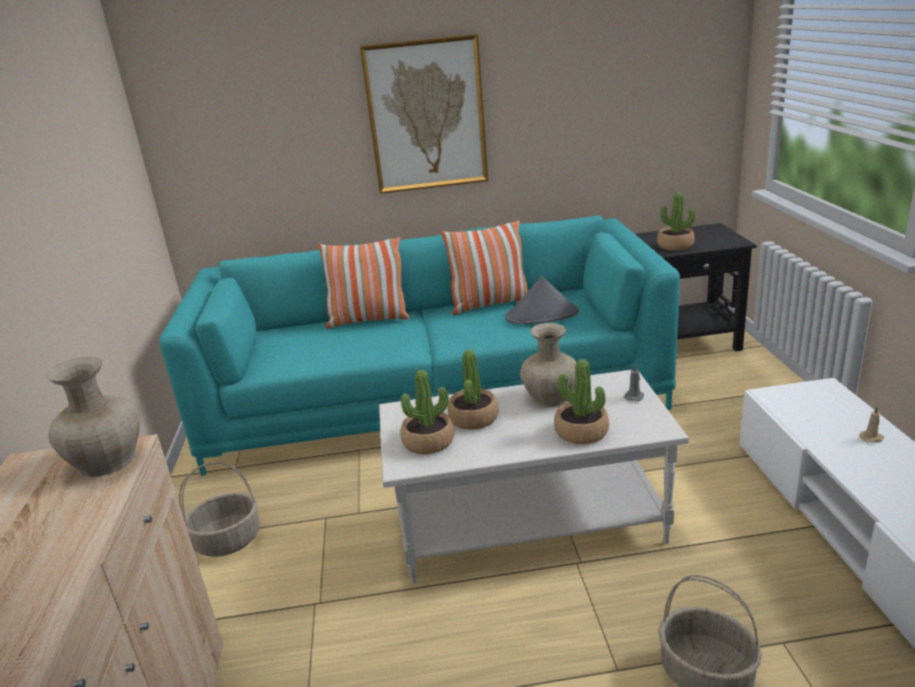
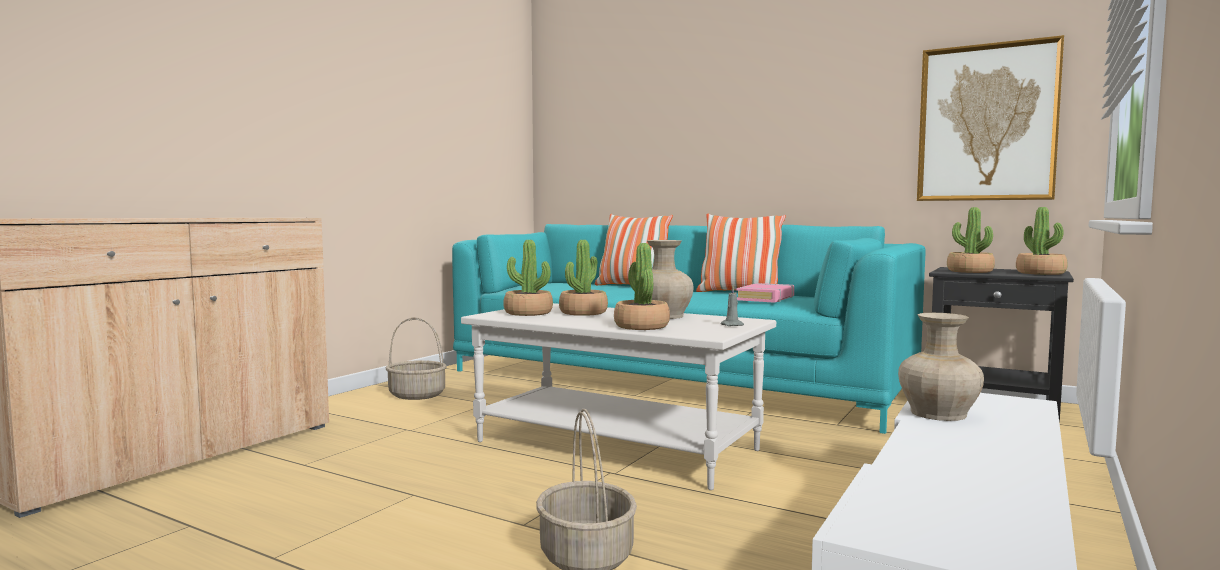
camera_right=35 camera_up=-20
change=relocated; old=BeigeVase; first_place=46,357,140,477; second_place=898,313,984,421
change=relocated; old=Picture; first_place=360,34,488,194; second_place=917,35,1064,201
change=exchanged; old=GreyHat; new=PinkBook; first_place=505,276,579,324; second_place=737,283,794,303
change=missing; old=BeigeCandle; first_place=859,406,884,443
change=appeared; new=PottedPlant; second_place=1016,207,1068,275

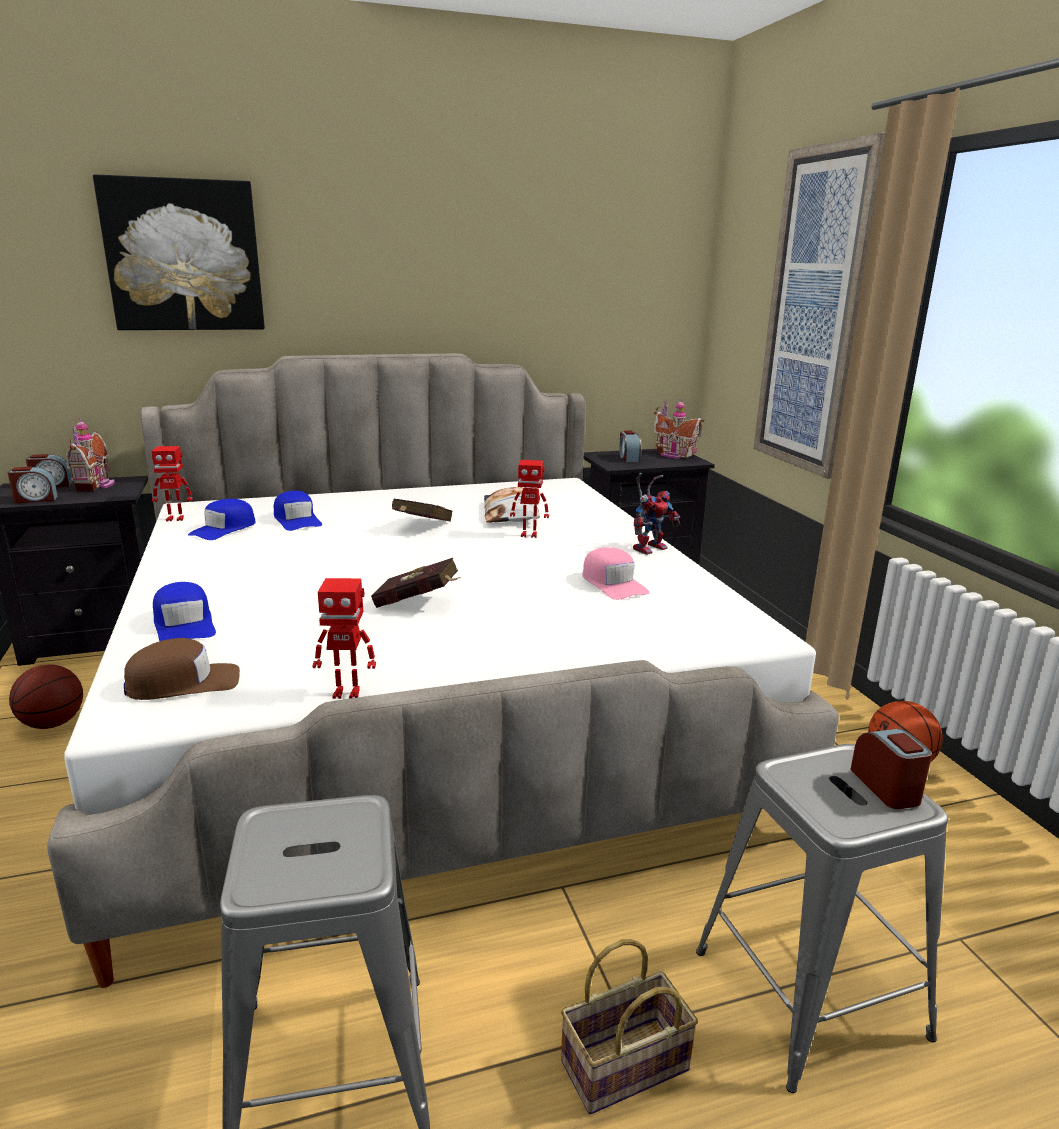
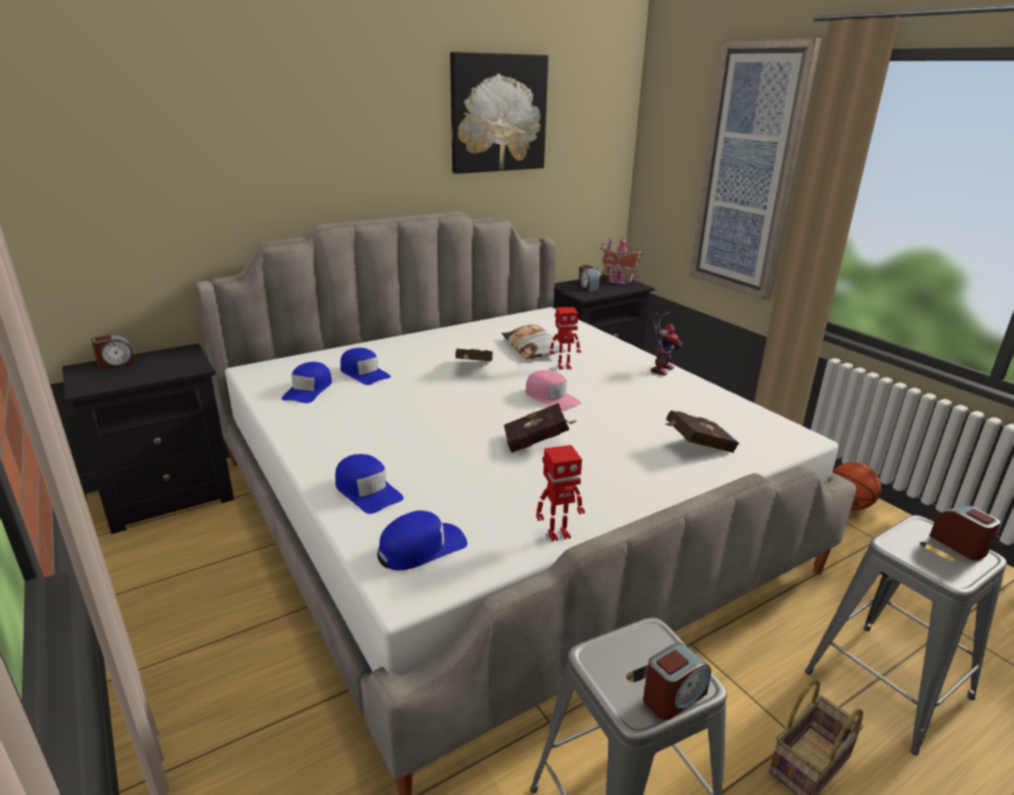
camera_right=-15 camera_up=5
change=relocated; old=AlarmClock; first_place=8,467,58,503; second_place=643,643,711,720
change=missing; old=Basketball; first_place=9,665,83,729
change=missing; old=ToyHouse; first_place=66,418,115,491
change=relocated; old=Picture; first_place=93,174,265,330; second_place=450,52,548,174
change=colour; old=BrownCap; new=BlueCap; first_place=124,638,240,700; second_place=378,510,467,571
change=missing; old=ToyRobot; first_place=151,446,193,521
change=relocated; old=PinkCap; first_place=582,547,650,600; second_place=525,370,581,411
change=appeared; new=RedBook; second_place=666,410,739,453

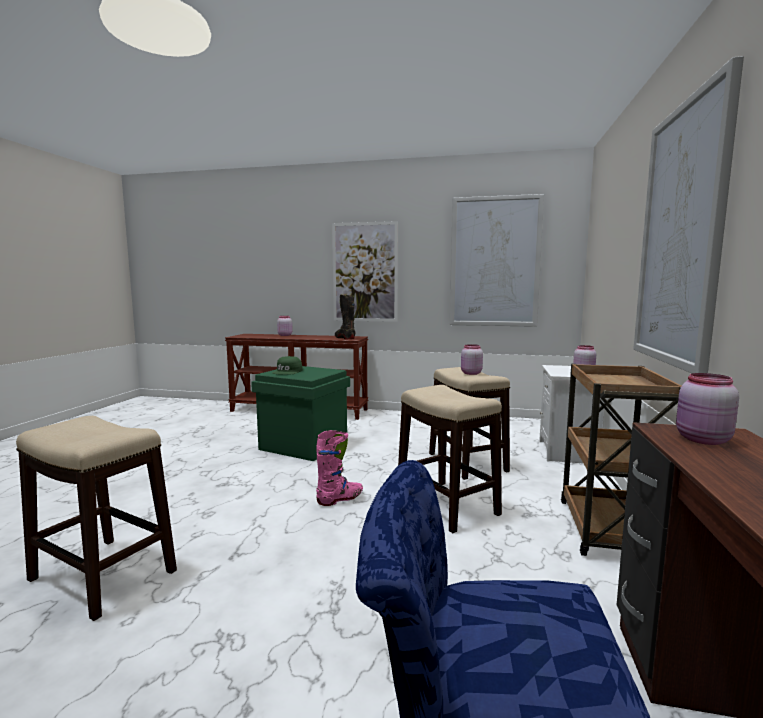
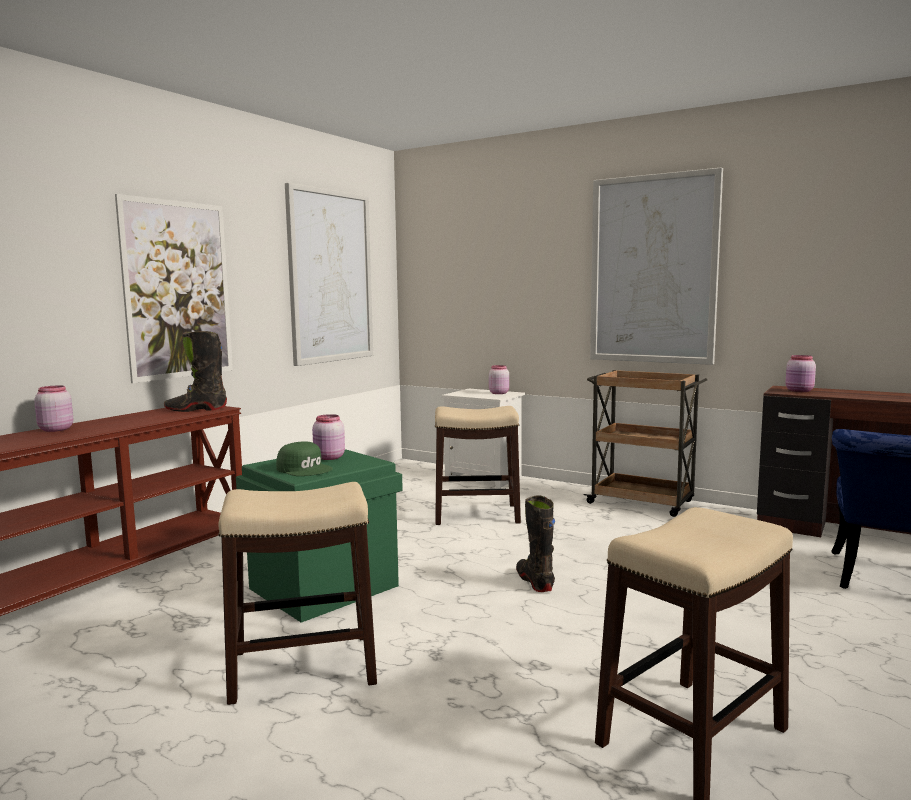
camera_right=-70 camera_up=0
change=colour; old=PinkBoot; new=BlackBoot; first_place=316,430,363,506; second_place=516,496,555,592
change=relocated; old=Stool; first_place=398,385,502,533; second_place=218,482,377,705
change=relocated; old=PinkJar; first_place=461,344,483,375; second_place=312,414,345,460

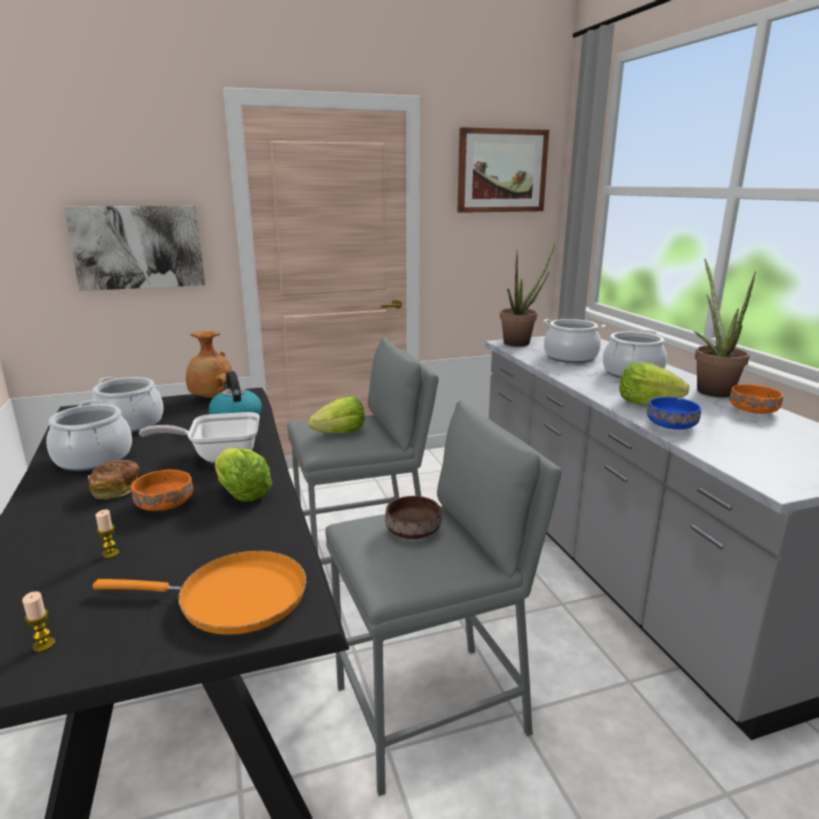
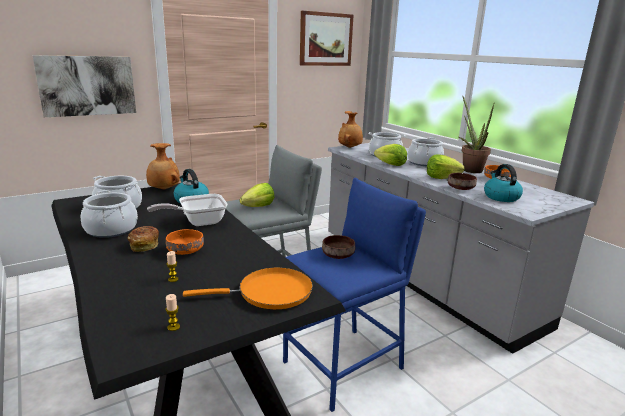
camera_right=-15 camera_up=0
change=relocated; old=Lettuce; first_place=215,448,272,502; second_place=374,144,407,166
change=colour; old=GreyStool; new=BlueStool; first_place=325,400,562,796; second_place=283,178,426,412
change=exchanged; old=PottedPlant; new=BrownVase; first_place=500,243,555,347; second_place=338,111,363,148
change=colour; old=BlueBowl; new=BrownBowl; first_place=647,397,701,430; second_place=448,173,477,190
change=appeared; new=Kettle; second_place=484,164,523,202

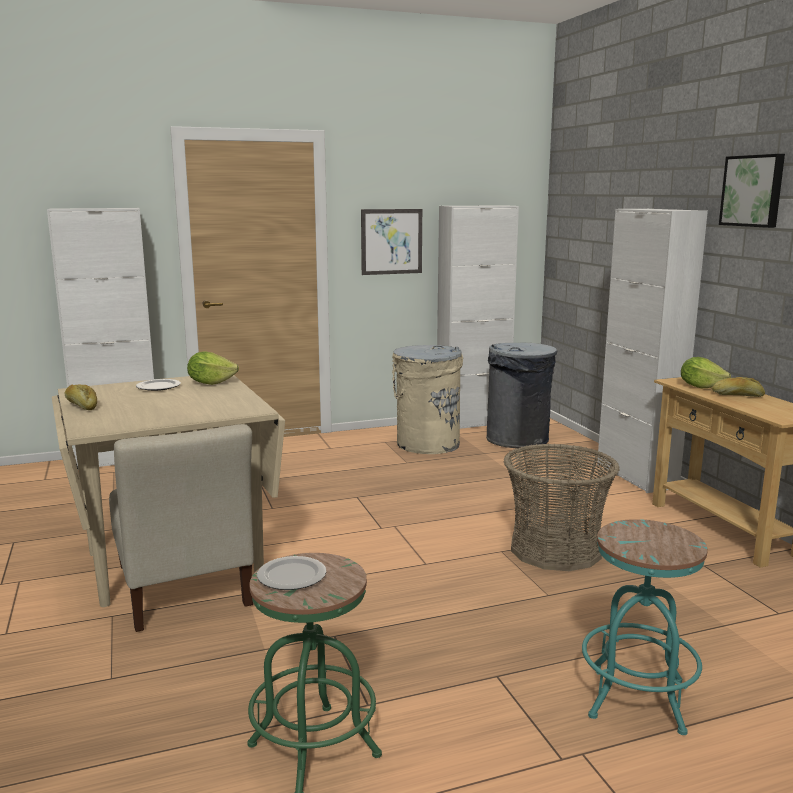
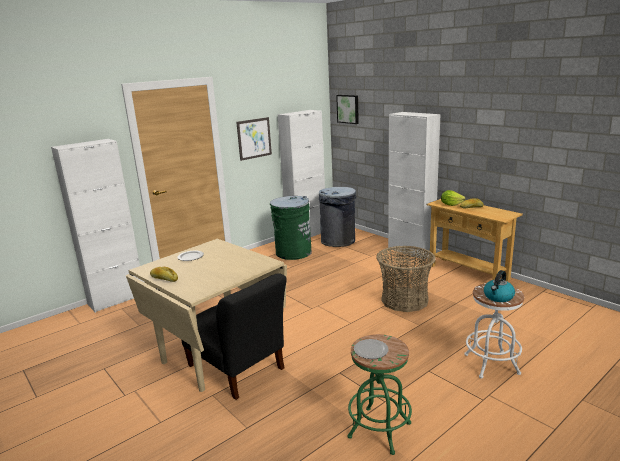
camera_right=-20 camera_up=5
change=colour; old=BeigeChair; new=BlackChair; first_place=109,424,254,632; second_place=182,273,287,400
change=missing; old=Lettuce; first_place=187,351,239,385
change=colour; old=BeigeTrashCan; new=GreenTrashCan; first_place=392,345,463,454; second_place=270,196,312,260
change=colour; old=TurquoiseStool; new=WhiteStool; first_place=582,519,708,735; second_place=464,283,524,379
change=relocated; old=Picture; first_place=719,154,785,228; second_place=336,95,359,124
change=appeared; new=Kettle; second_place=484,270,515,302

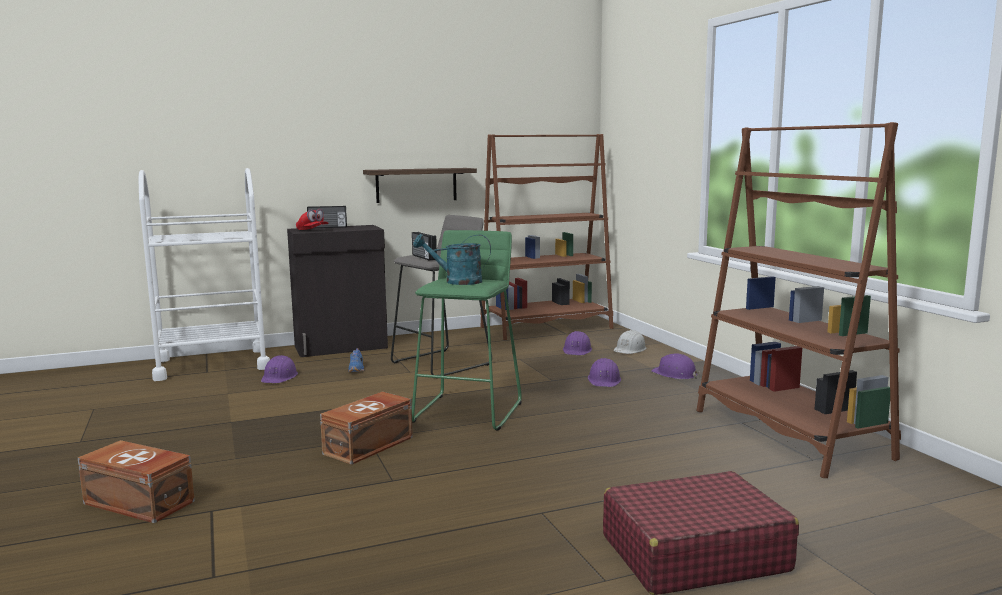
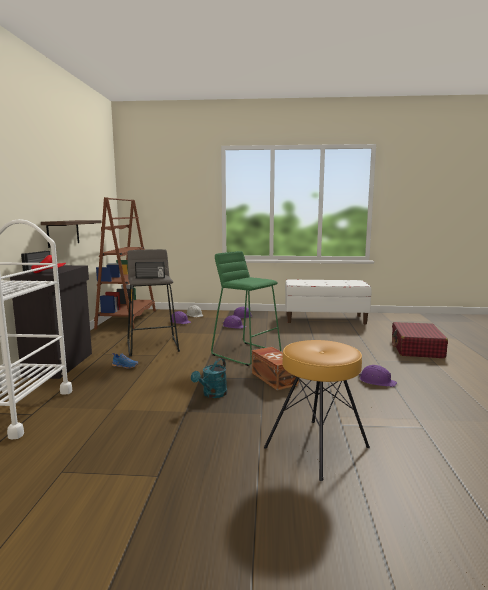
camera_right=-65 camera_up=0
change=exchanged; old=BrownStorageBox; new=BrownStool; first_place=78,440,195,523; second_place=264,340,370,481
change=relocated; old=PurpleHardHat; first_place=261,355,298,383; second_place=358,365,397,387
change=relocated; old=TurquoiseWateringCan; first_place=413,234,491,285; second_place=191,358,227,398
change=exchanged; old=BrownBookcase; new=WhiteBench; first_place=696,122,901,478; second_place=285,279,372,324

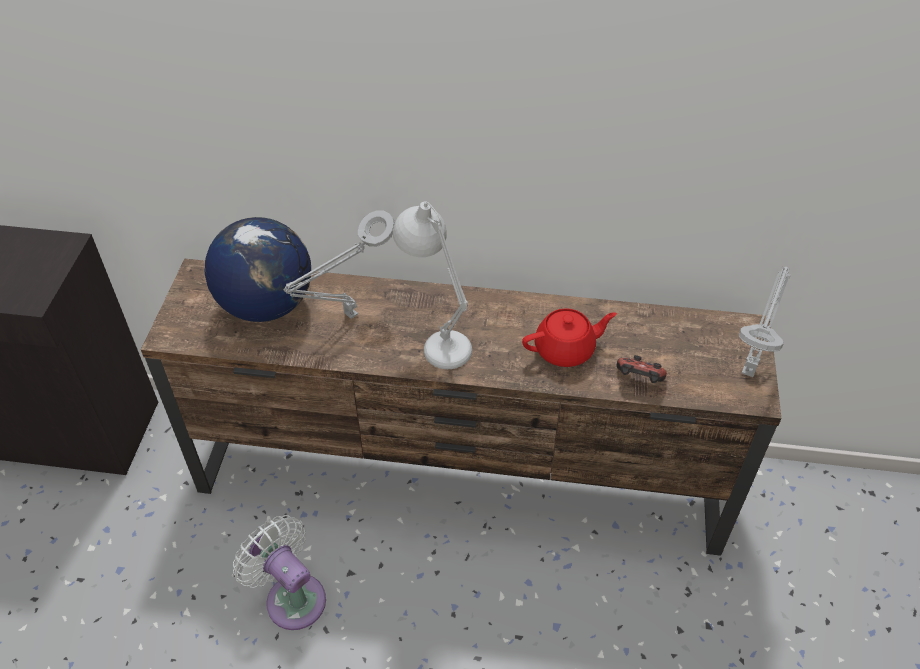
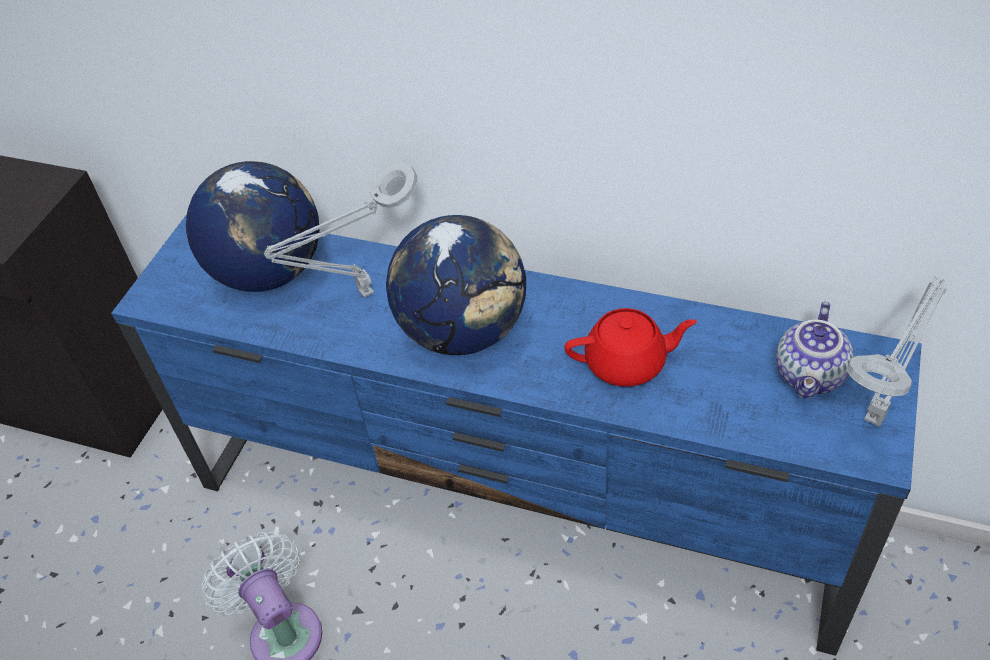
camera_right=15 camera_up=0
change=colour; old=BrownTvStand; new=BlueTvStand; first_place=141,259,782,556; second_place=111,214,922,656
change=exchanged; old=WhiteTableLamp; new=Globe; first_place=393,201,472,369; second_place=386,215,526,355
change=missing; old=GameController; first_place=617,355,667,383
change=appeared; new=Teapot; second_place=776,302,853,399

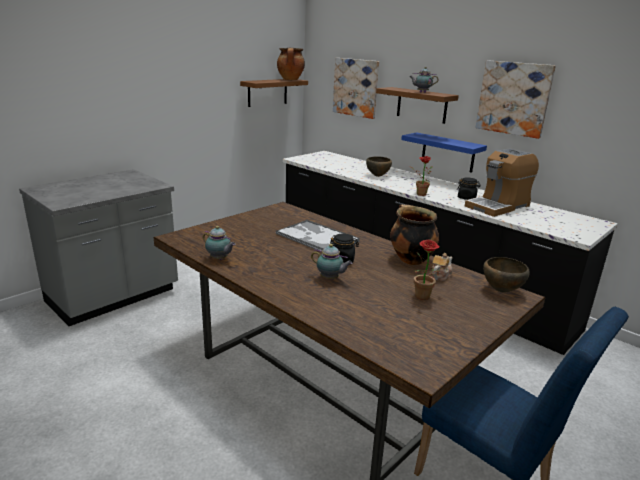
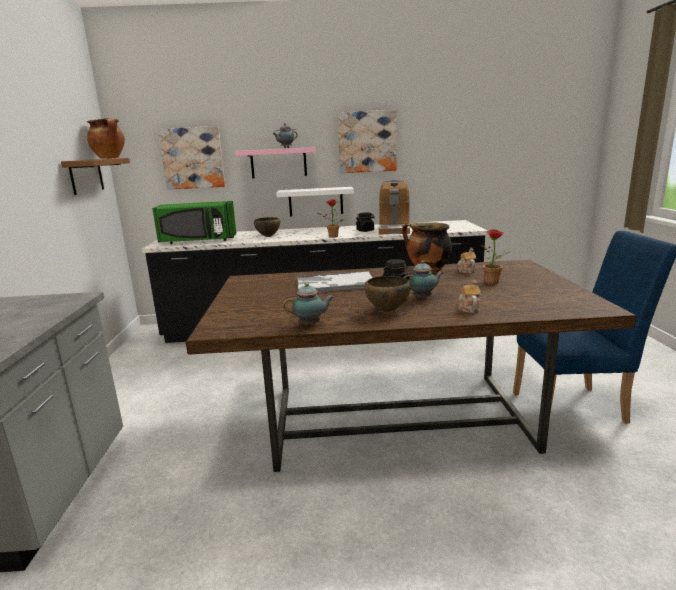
camera_right=-45 camera_up=-5
change=colour; old=BrownShelf; new=PinkShelf; first_place=376,87,459,124; second_place=235,147,316,178
change=colour; old=BlueShelf; new=WhiteShelf; first_place=401,132,487,173; second_place=276,187,354,216
change=relocated; old=BrownBowl; first_place=483,257,530,293; second_place=365,276,411,312
change=appeared; new=GreenMicrowave; second_place=152,201,236,244
change=appeared; new=Teapot; second_place=458,280,481,313

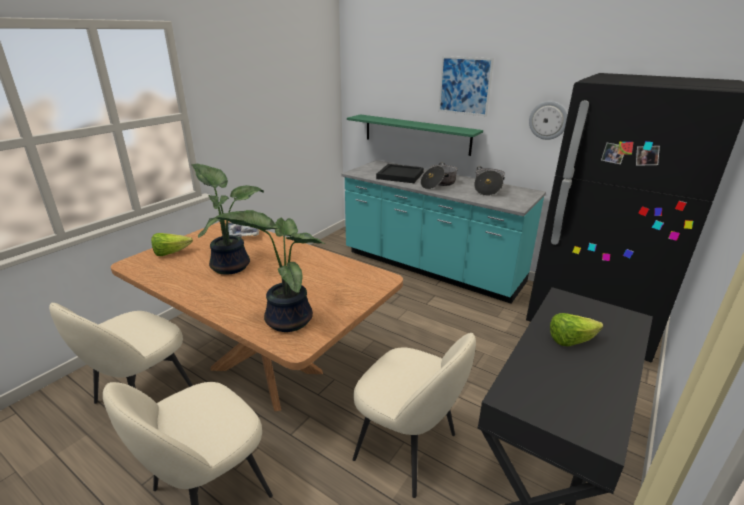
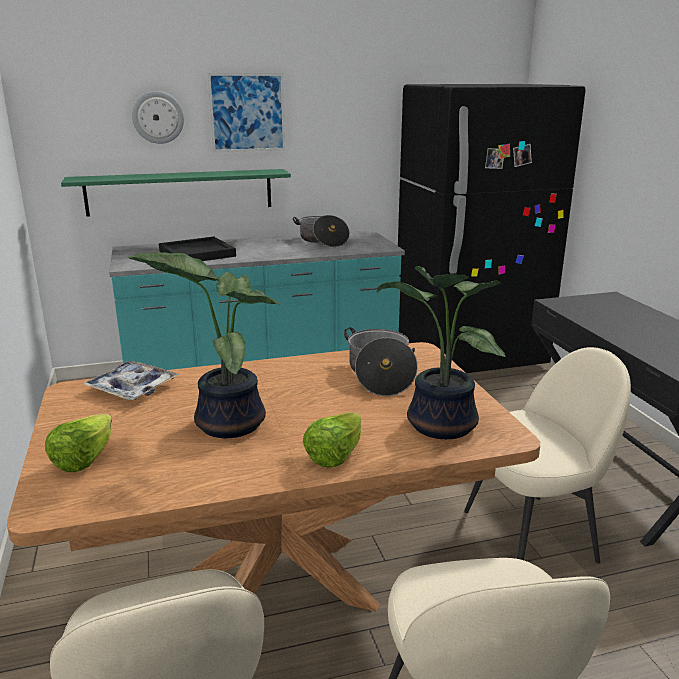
camera_right=-50 camera_up=-5
change=relocated; old=CookingPot; first_place=421,163,458,189; second_place=344,327,418,396
change=relocated; old=WallClock; first_place=529,101,568,140; second_place=132,91,184,144
change=relocated; old=Lettuce; first_place=550,313,603,346; second_place=303,412,361,468

